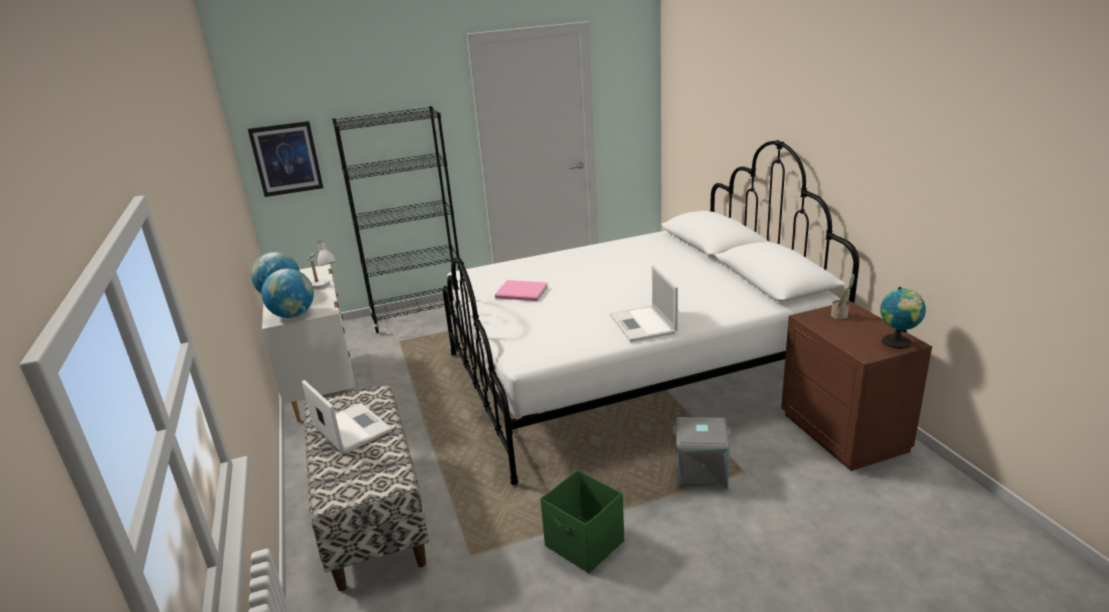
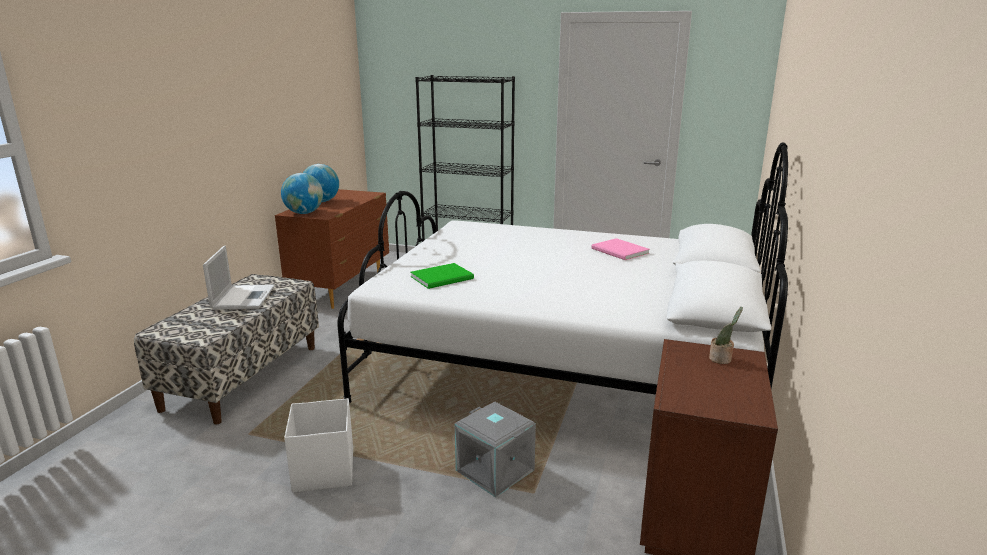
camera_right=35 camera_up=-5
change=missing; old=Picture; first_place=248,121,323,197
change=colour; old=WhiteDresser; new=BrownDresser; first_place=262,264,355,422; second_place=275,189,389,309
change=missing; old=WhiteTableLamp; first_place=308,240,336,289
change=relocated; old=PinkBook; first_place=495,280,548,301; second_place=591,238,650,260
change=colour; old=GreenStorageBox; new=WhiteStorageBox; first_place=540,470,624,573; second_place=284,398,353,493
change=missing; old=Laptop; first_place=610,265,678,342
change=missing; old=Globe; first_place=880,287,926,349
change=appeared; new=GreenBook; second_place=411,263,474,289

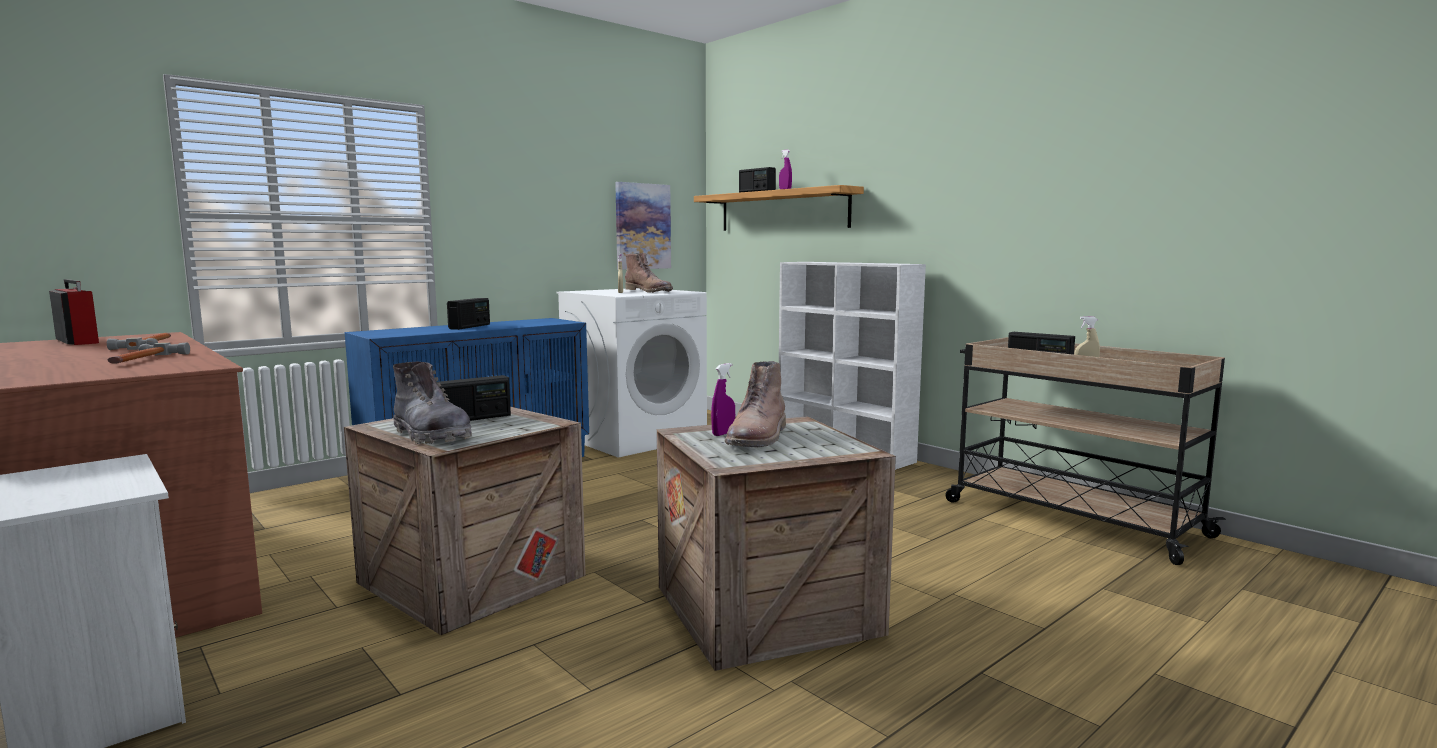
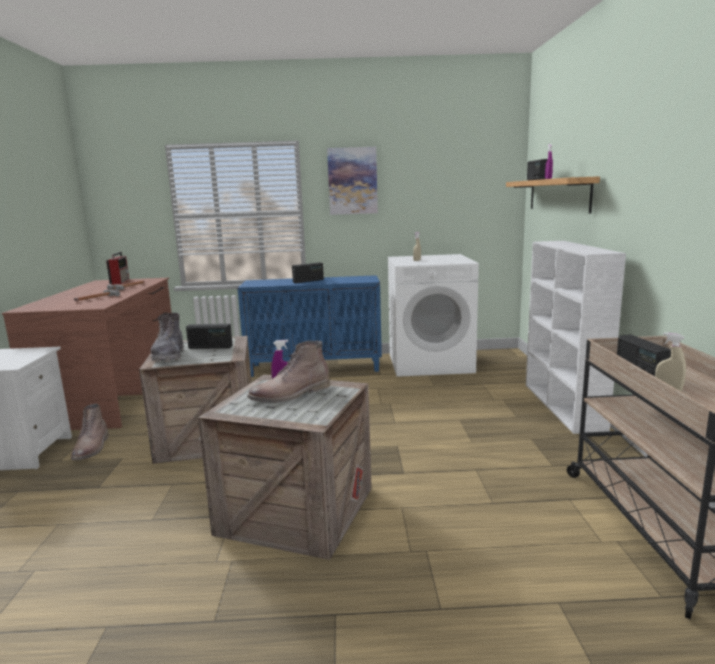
camera_right=40 camera_up=5
change=relocated; old=Picture; first_place=615,182,671,269; second_place=327,147,378,215
change=relocated; old=BrownBoot; first_place=625,253,673,293; second_place=71,404,109,461

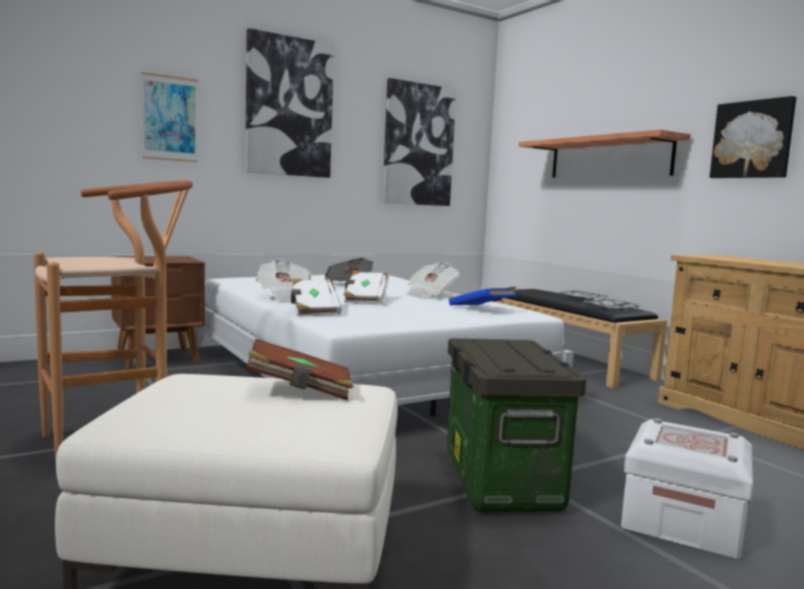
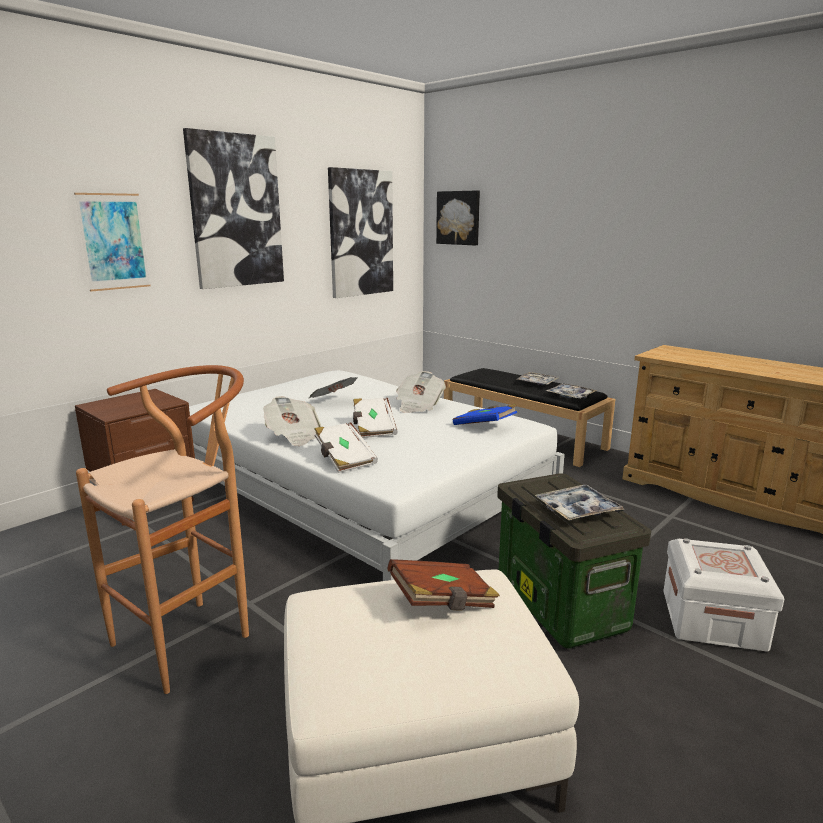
camera_right=-15 camera_up=10
change=missing; old=Shelf; first_place=519,129,691,178
change=relocated; old=Picture; first_place=710,96,796,178; second_place=436,190,480,245
change=appeared; new=Tray; second_place=535,485,624,521

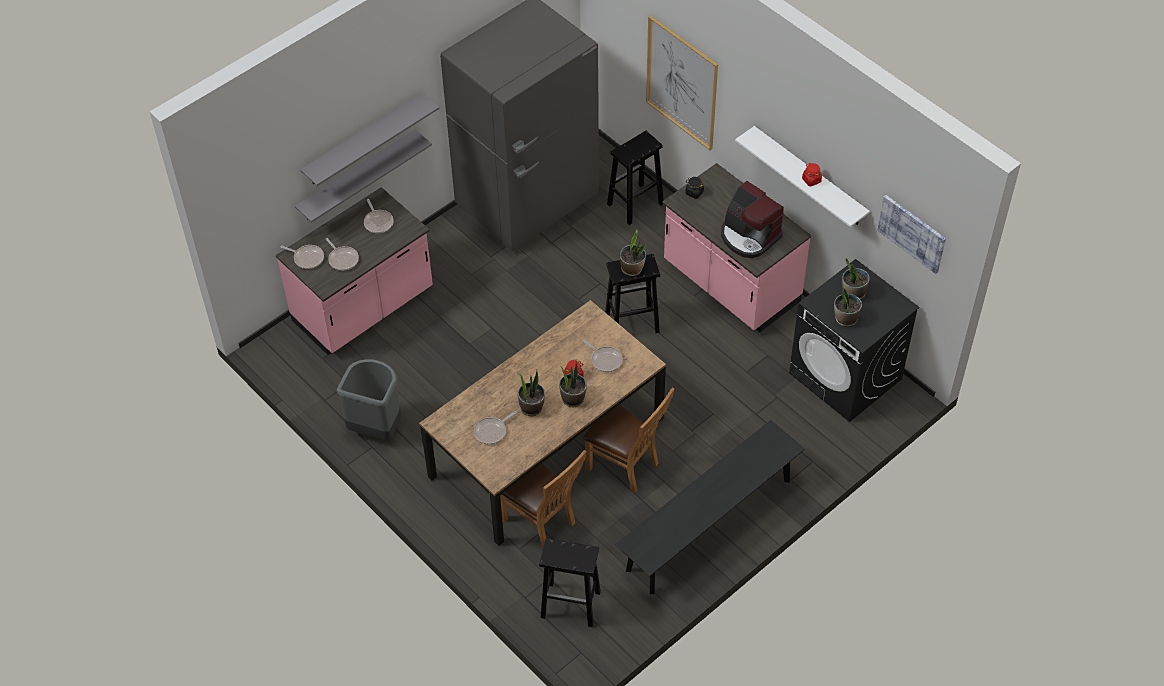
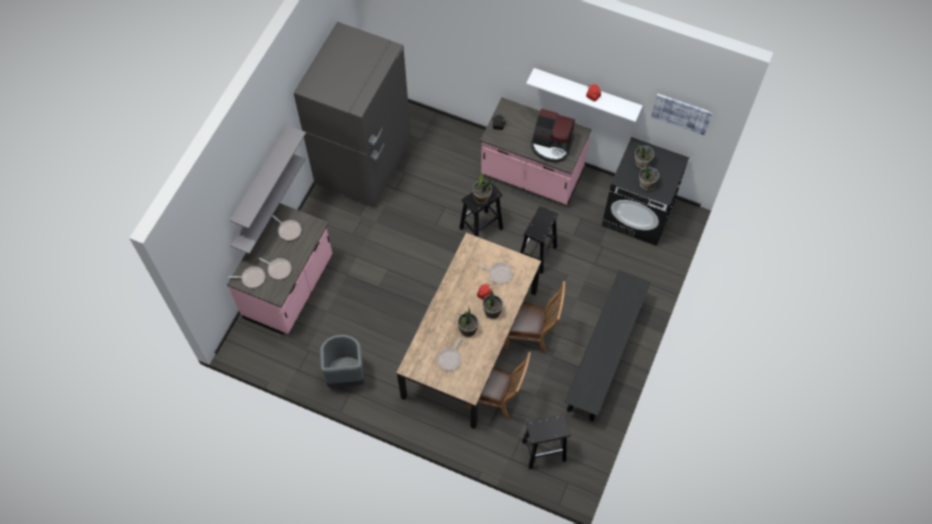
camera_right=-25 camera_up=10
change=relocated; old=BlackStool; first_place=607,131,664,225; second_place=520,206,558,274
change=missing; old=Picture; first_place=646,15,718,150

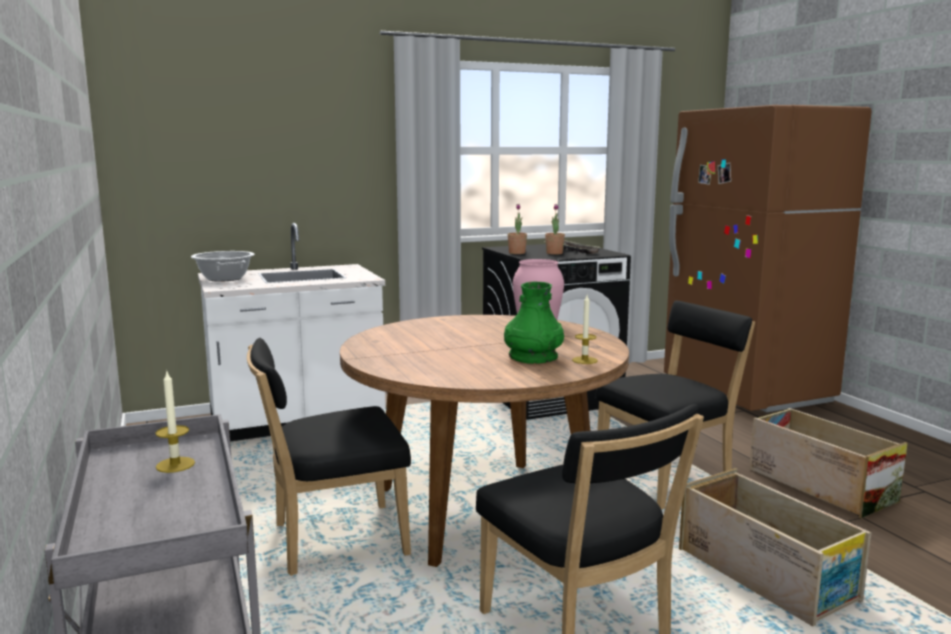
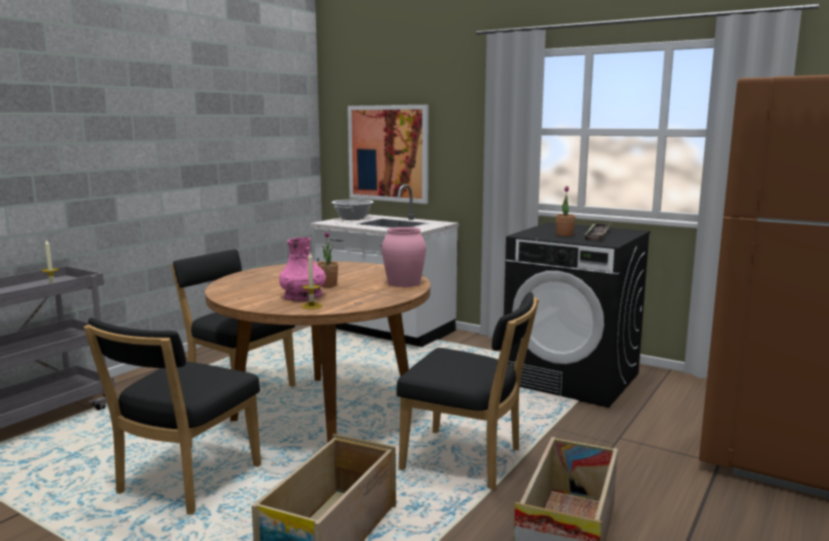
camera_right=55 camera_up=0
change=colour; old=GreenVase; new=PinkVase; first_place=504,282,564,364; second_place=279,237,326,301
change=relocated; old=PottedPlant; first_place=508,204,527,254; second_place=317,231,338,287
change=appeared; new=Picture; second_place=348,105,428,204

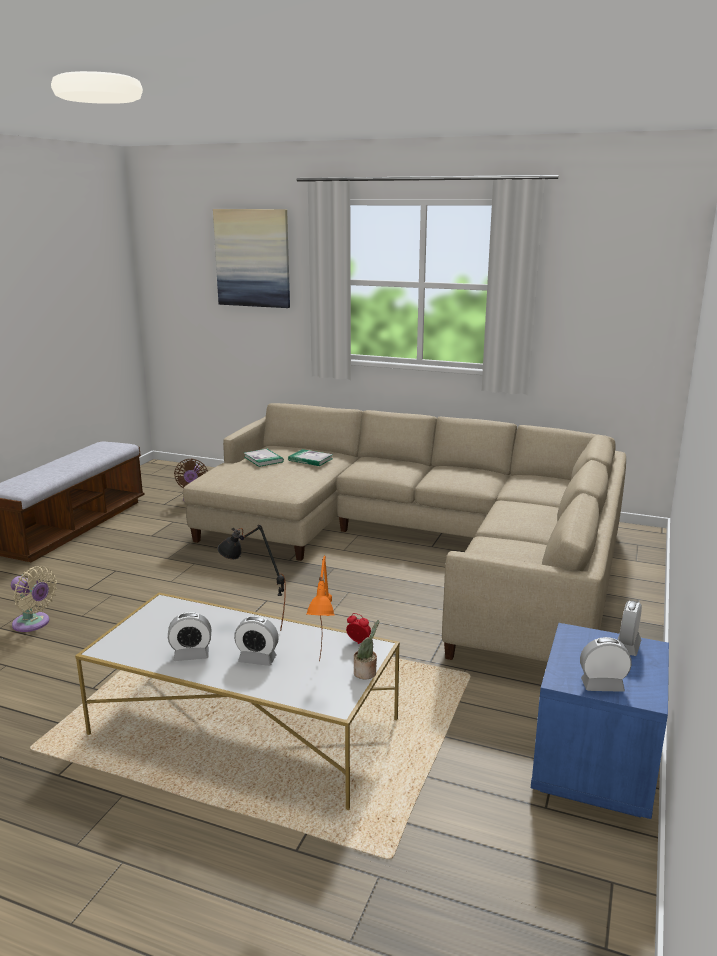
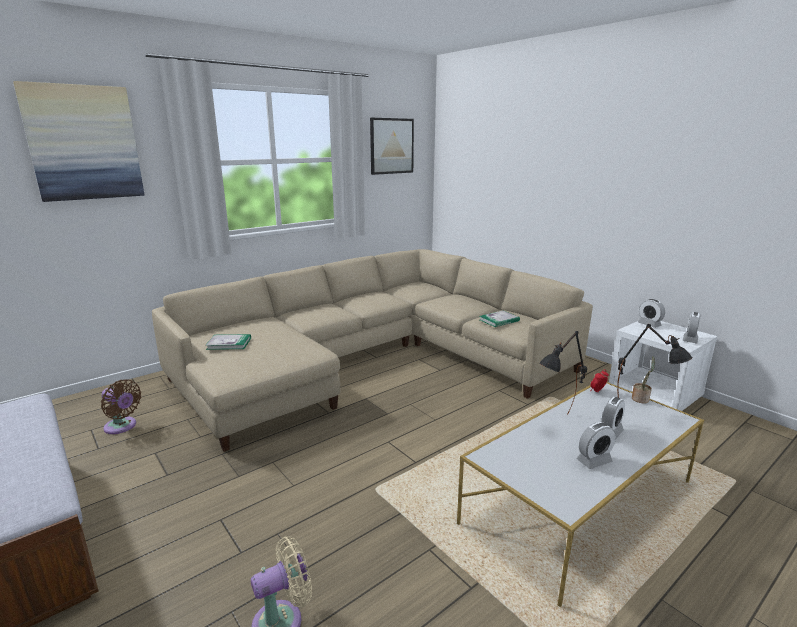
camera_right=-60 camera_up=0
change=spun; old=AlarmClock; first_place=168,612,211,661; second_place=577,422,616,469; degrees=45
change=relocated; old=Book; first_place=288,449,333,466; second_place=480,311,520,327
change=colour; old=OrangeTableLamp; new=BlackTableLamp; first_place=307,556,334,662; second_place=617,324,693,398
change=colour; old=BlueNightstand; new=WhiteNightstand; first_place=531,623,669,819; second_place=609,321,718,411
change=appeared; new=Picture; second_place=370,118,414,175

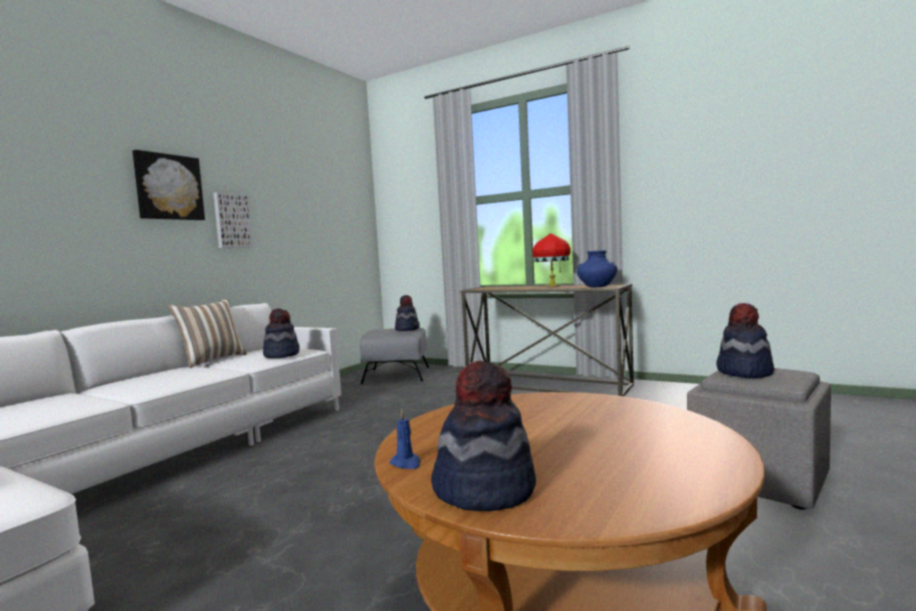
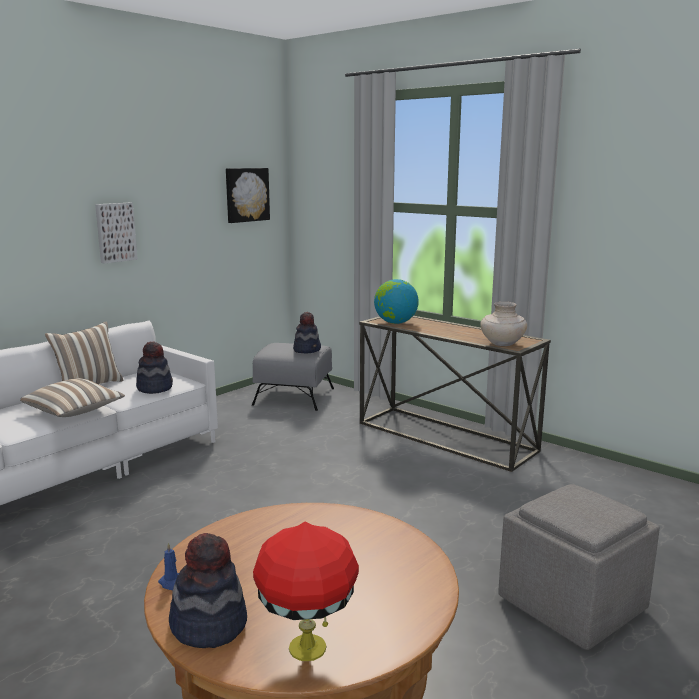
camera_right=10 camera_up=10
change=relocated; old=Picture; first_place=133,150,205,220; second_place=226,168,270,223
change=relocated; old=RedTableLamp; first_place=533,233,571,286; second_place=253,522,359,661
change=colour; old=BlueVase; new=BeigeVase; first_place=577,251,618,287; second_place=480,302,527,346
change=missing; old=Hat; first_place=716,303,774,378
change=appeared; new=Pillow; second_place=20,378,125,417
change=appeared; new=Globe; second_place=374,279,419,324

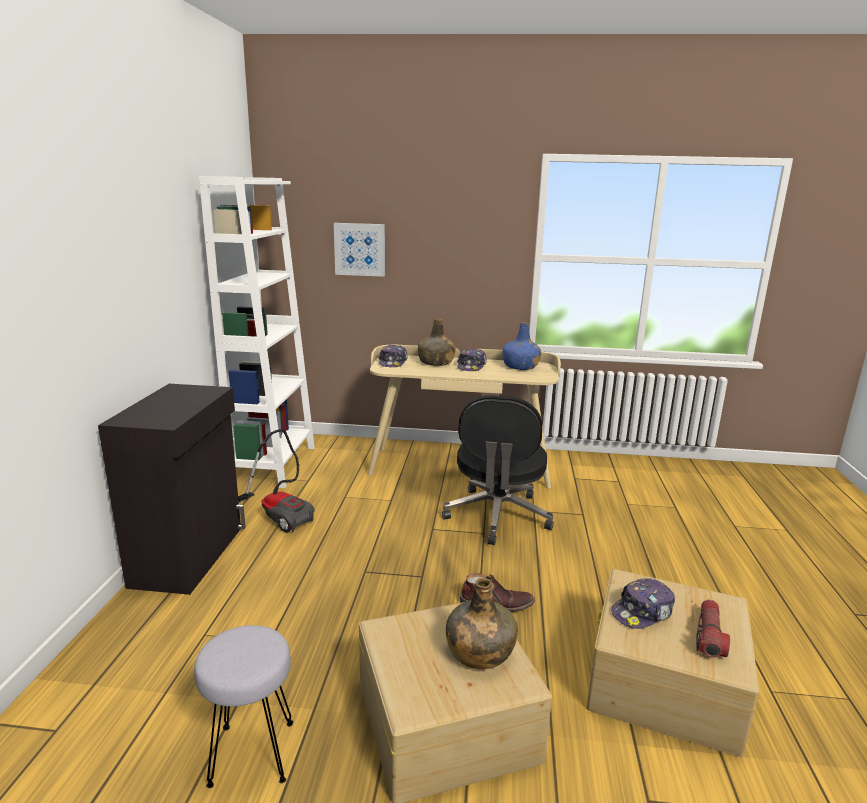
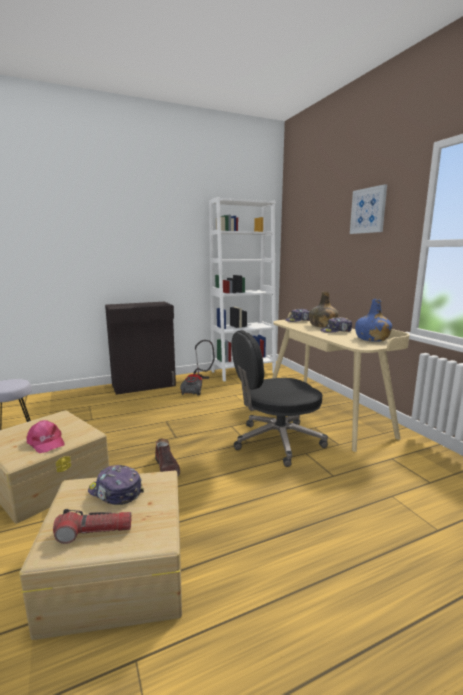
camera_right=60 camera_up=-5
change=relocated; old=Picture; first_place=334,223,385,277; second_place=350,184,387,234
change=exchanged; old=GreenBottle; new=PinkCap; first_place=446,578,518,669; second_place=26,420,65,453

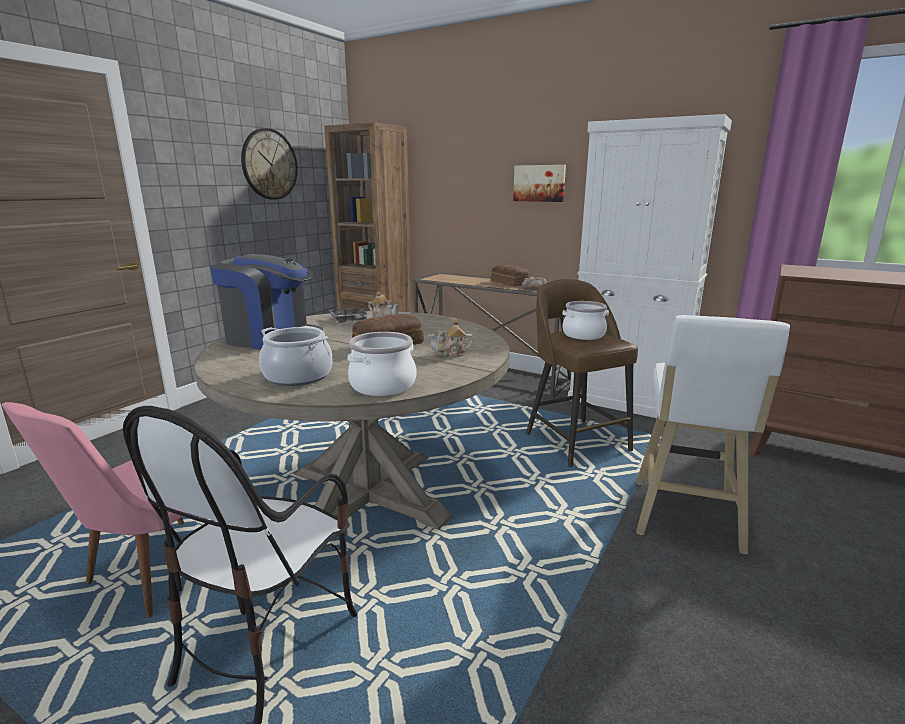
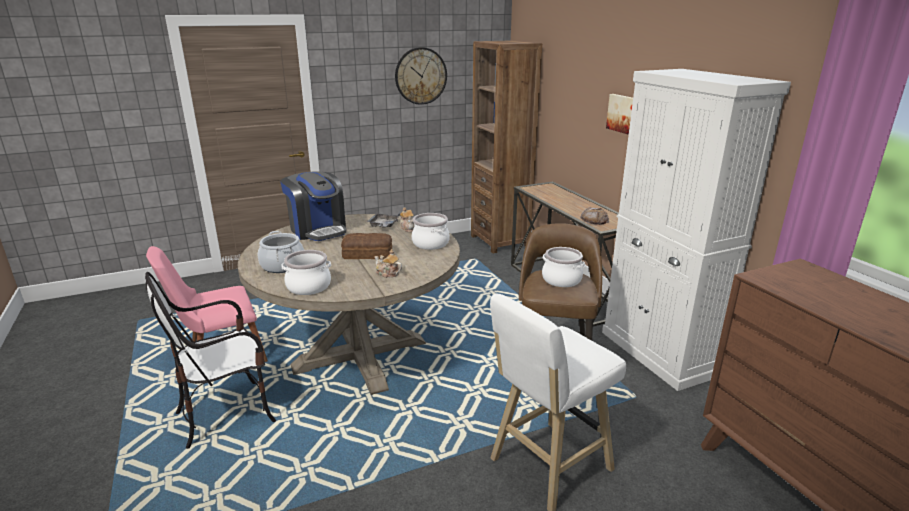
camera_right=35 camera_up=5
change=missing; old=Bread; first_place=491,265,530,287
change=appeared; new=CookingPot; second_place=412,213,450,250

